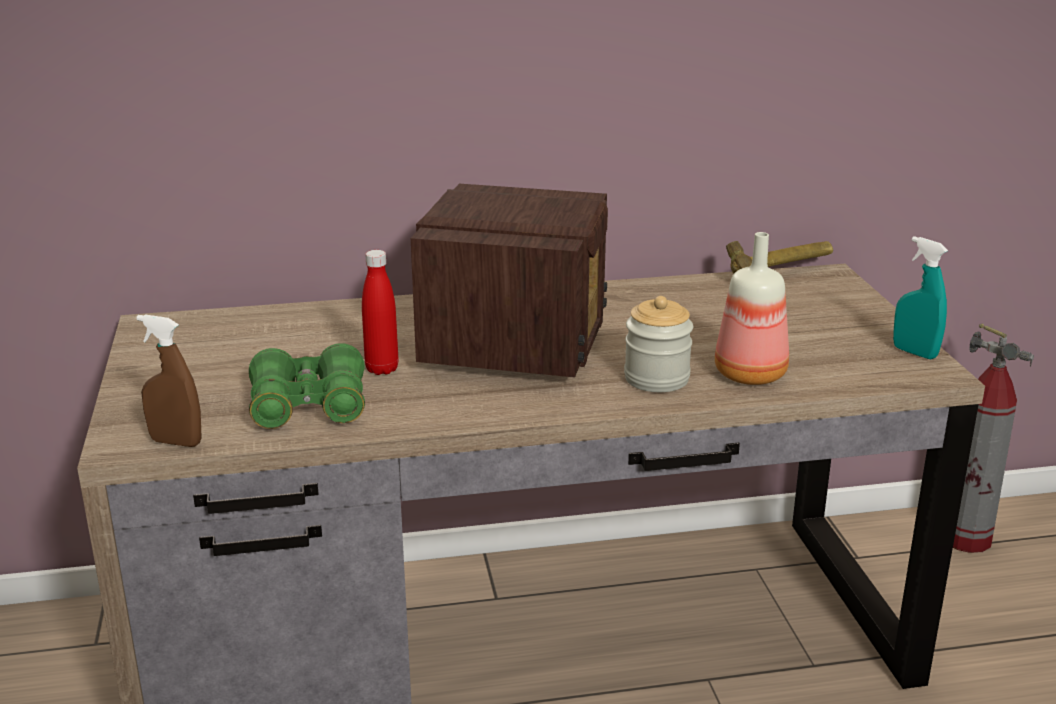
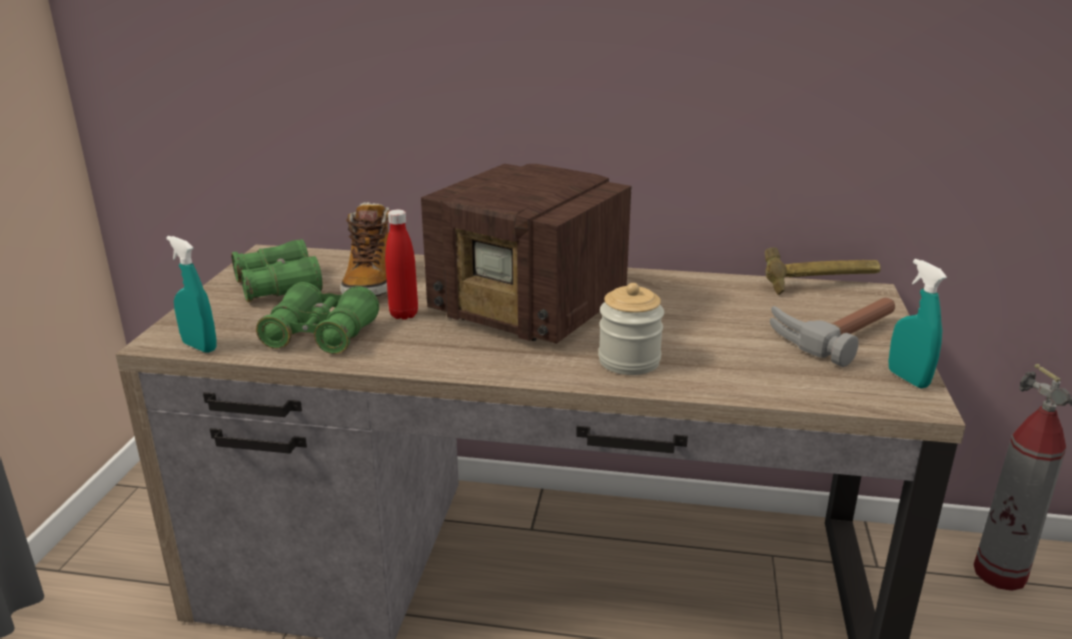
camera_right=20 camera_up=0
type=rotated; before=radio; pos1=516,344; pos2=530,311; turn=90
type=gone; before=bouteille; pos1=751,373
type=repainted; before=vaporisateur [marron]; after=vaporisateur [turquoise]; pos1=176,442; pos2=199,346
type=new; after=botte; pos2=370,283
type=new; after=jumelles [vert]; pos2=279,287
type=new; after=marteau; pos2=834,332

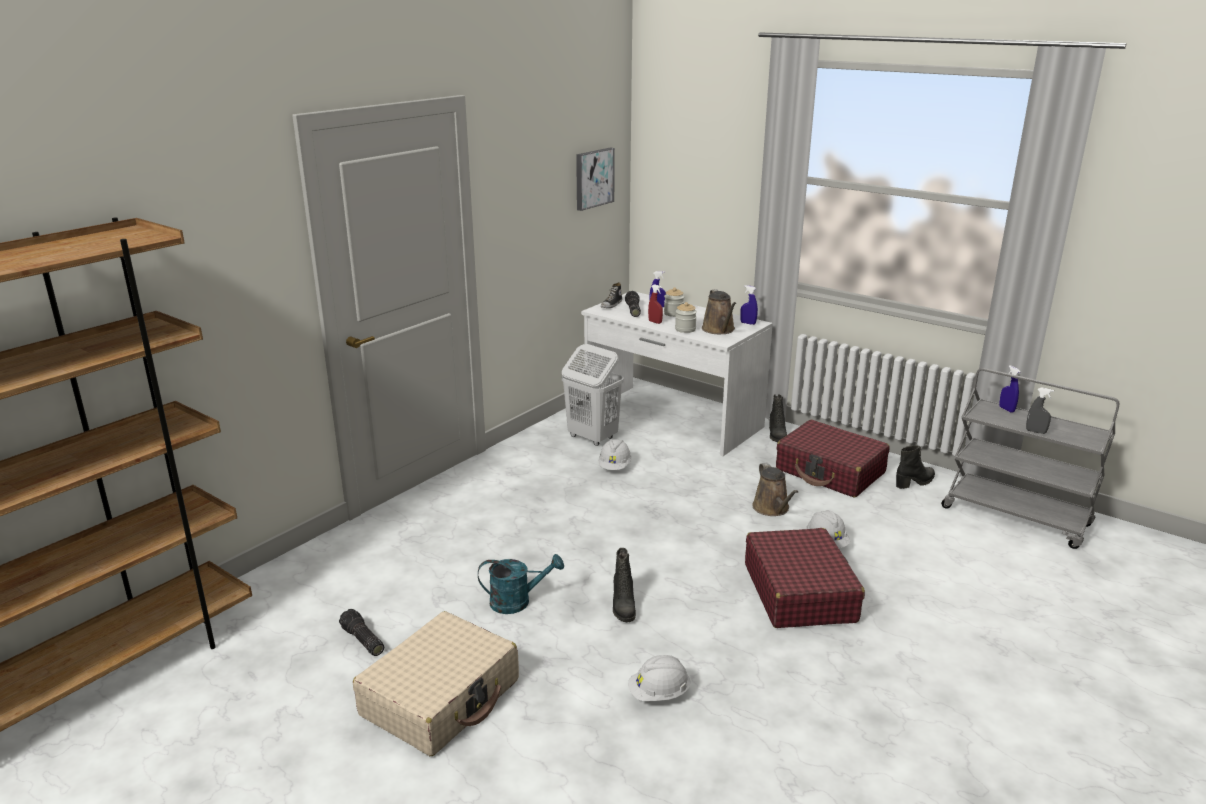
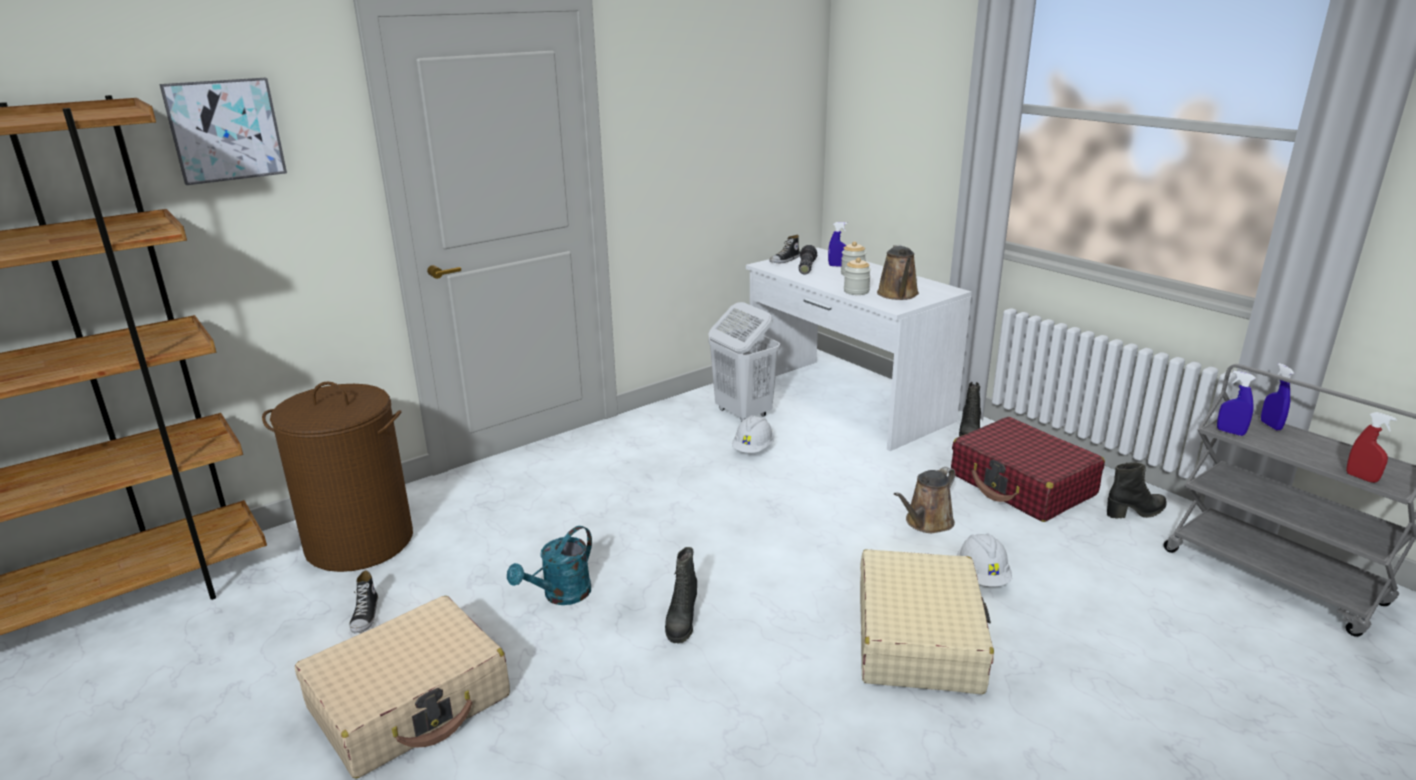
camera_right=15 camera_up=0
type=shifted; before=tableau; pos1=593,178; pos2=225,130
type=shifted; before=vaporisateur [rouge]; pos1=655,322; pos2=1361,478
type=shifted; before=vaporisateur [bleu]; pos1=748,323; pos2=1230,432
type=gone; before=vaporisateur [gris]; pos1=1035,432
type=rotated; before=arrosoir [marron]; pos1=772,509; pos2=926,523; turn=45
type=repainted; before=valise [rouge]; after=valise [beige]; pos1=799,592; pos2=918,638
type=rotated; before=arrosoir [turquoise]; pos1=517,601; pos2=561,596; turn=120
type=swapped; before=lampe de poche; after=chaussure; pos1=362,640; pos2=365,615
type=gone; before=casque de chantier [blanc]; pos1=659,694
type=new; after=panier à linge [marron]; pos2=359,542

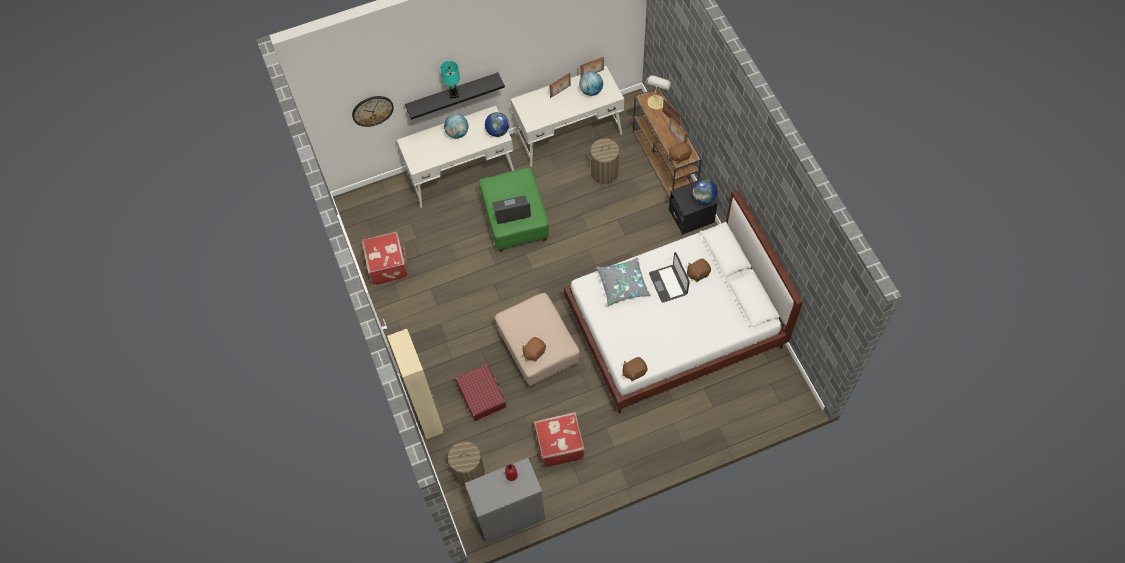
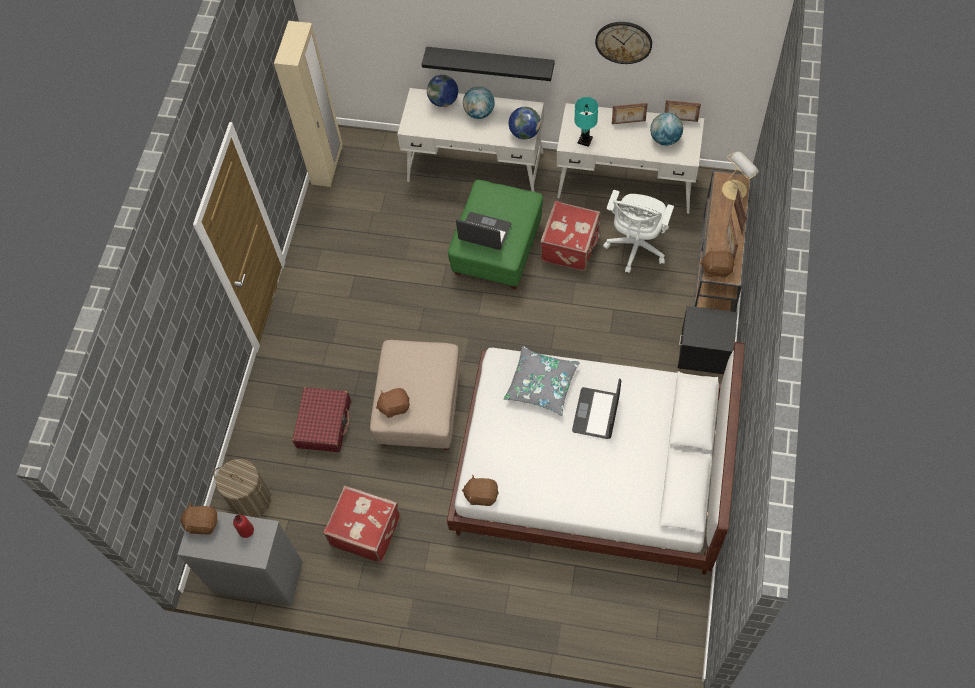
camera_right=35 camera_up=0
type=shifted; before=lampe de table [turquoise]; pos1=454,94; pos2=585,140
type=shifted; before=horloge murale; pos1=372,110; pos2=623,42
type=swapped; before=panier à linge; after=chaise de bureau [blanc]; pos1=604,173; pos2=636,248
type=shifted; before=globe; pos1=704,198; pos2=443,101
type=shifted; before=valise [rouge]; pos1=388,265; pos2=571,246
type=shifted; before=peluche [marron]; pos1=697,273; pos2=202,523
type=shifted; before=armoire [beige]; pos1=428,417; pos2=327,165

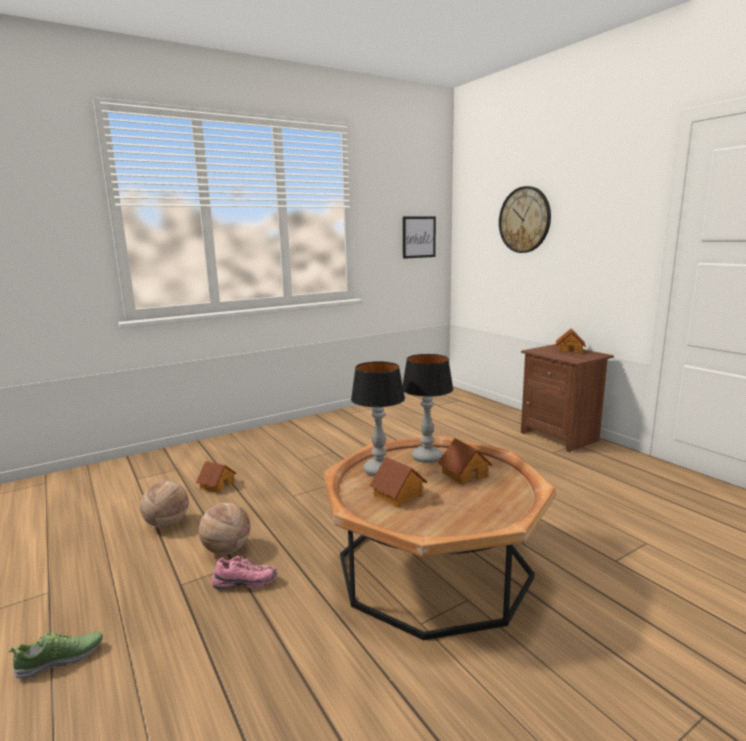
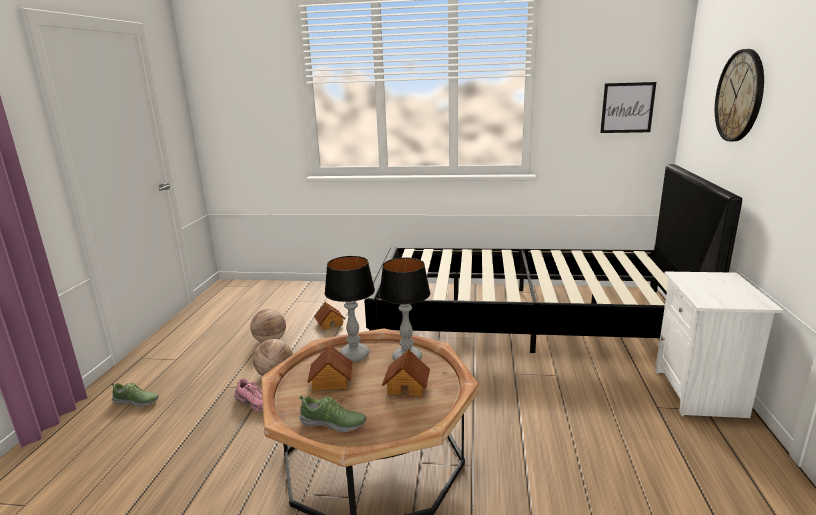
camera_right=40 camera_up=5
type=gone; before=maison miniature; pos1=570,350
type=repainted; before=table de chevet [marron]; after=table de chevet [blanc]; pos1=560,436; pos2=701,393
type=new; after=lit [noir]; pos2=526,320
type=new; after=chaussure; pos2=333,423

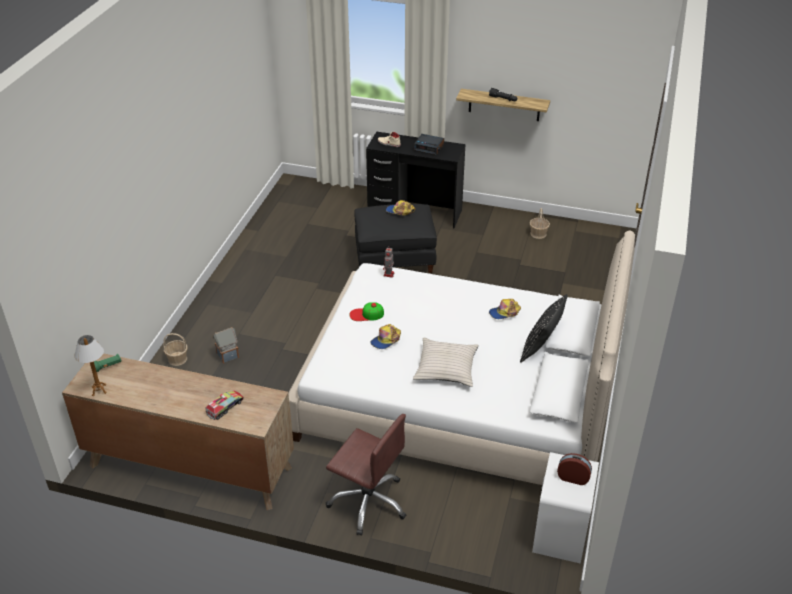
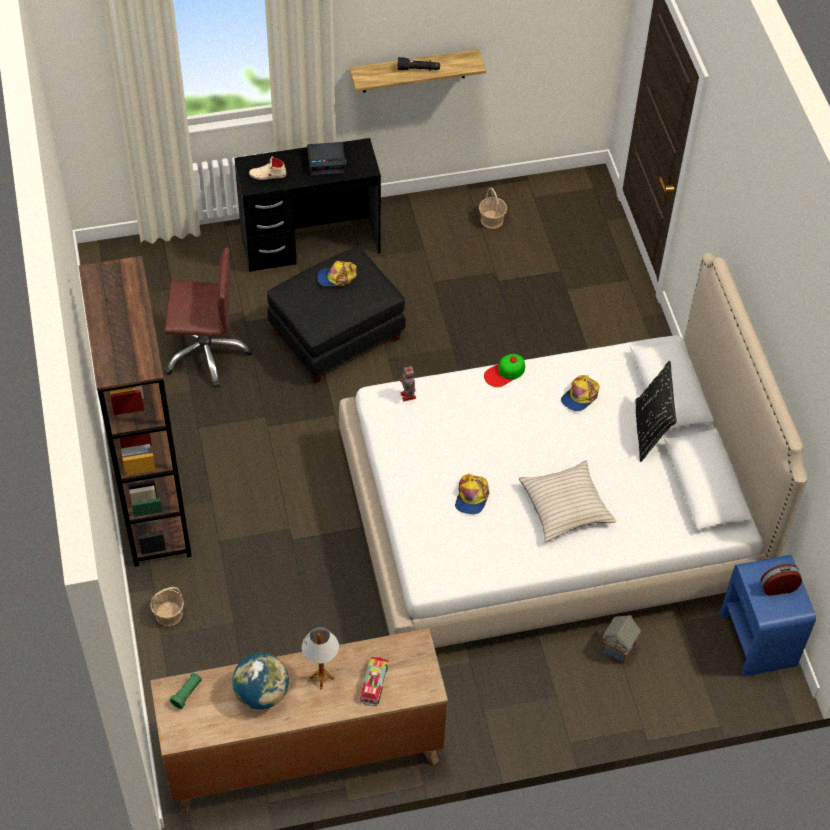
camera_right=-30 camera_up=15
type=shifted; before=casquette; pos1=366,314; pos2=504,372
type=shifted; before=maison miniature; pos1=227,355; pos2=618,649
type=shifted; before=lampe de table; pos1=99,390; pos2=322,678
type=shifted; before=chaise de bureau [marron]; pos1=368,501; pos2=206,352
type=repainted; before=table de chevet [blanc]; after=table de chevet [bleu]; pos1=560,533; pos2=758,639
type=new; after=bibliothèque [marron]; pos2=153,503
type=new; after=globe; pos2=262,693

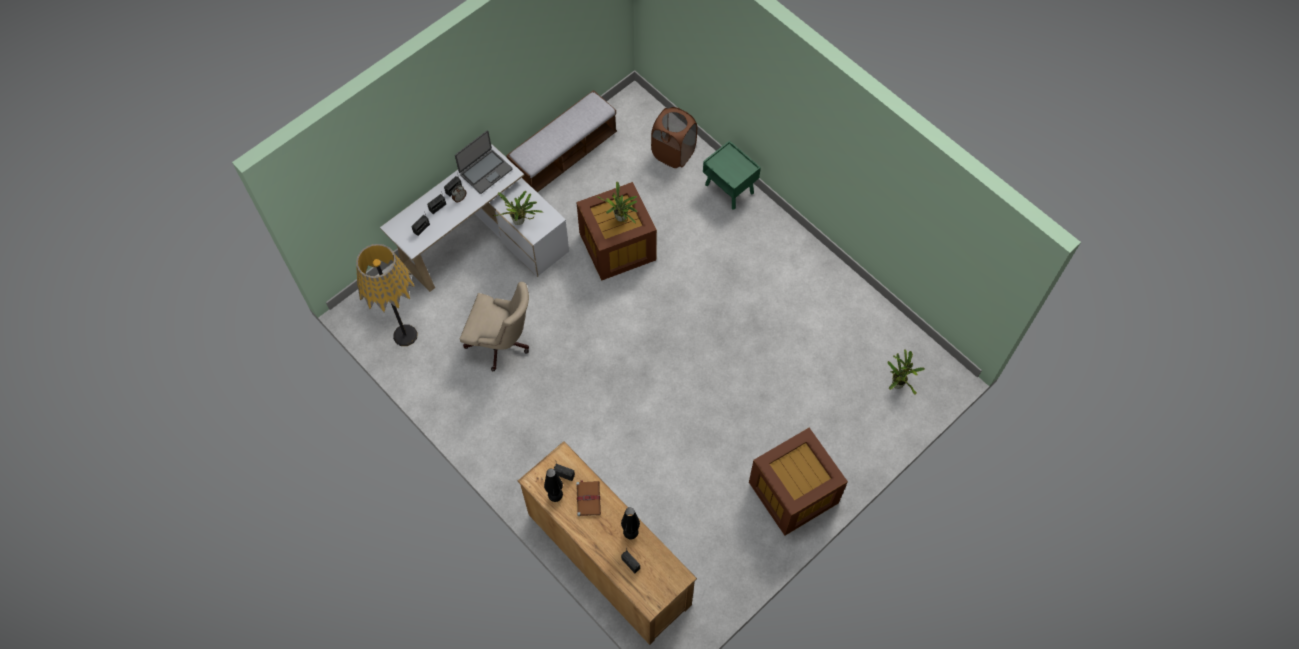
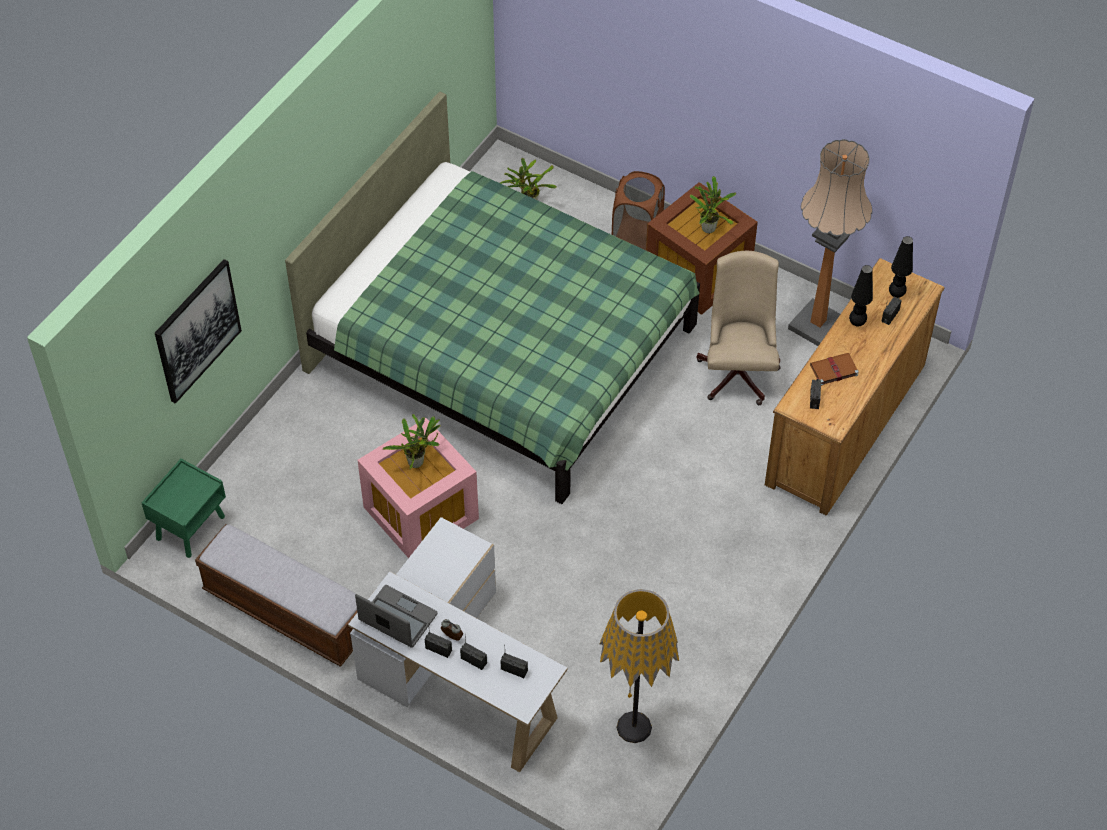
camera_right=-105 camera_up=-10
type=shifted; before=panier à linge [marron]; pos1=673,153; pos2=636,237
type=shifted; before=table de chevet [vert]; pos1=730,189; pos2=191,527
type=repainted; before=boîte de rangement [marron]; after=boîte de rangement [rose]; pos1=616,246; pos2=420,514
type=shifted; before=plante en pot; pos1=520,222; pos2=709,227
type=shifted; before=chaise de bureau [beige]; pos1=502,343; pos2=738,370
type=shifted; before=lampe de table [noir]; pos1=556,496; pos2=896,294
type=new; after=lit [vert]; pos2=502,349
type=new; after=lampadaire; pos2=817,325
type=new; after=tableau; pos2=197,330

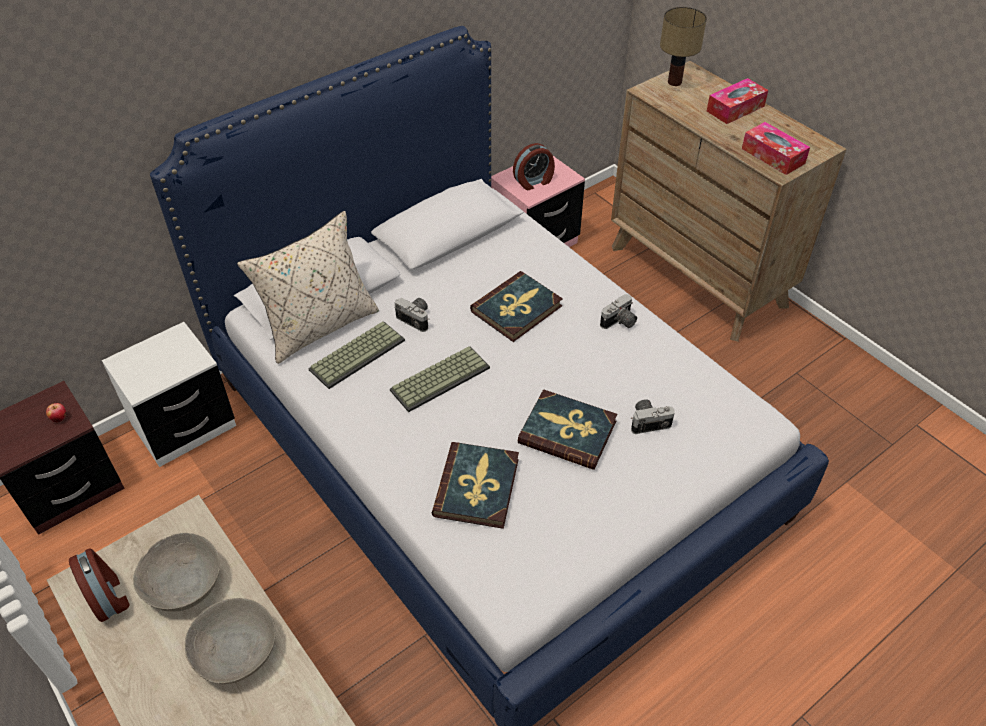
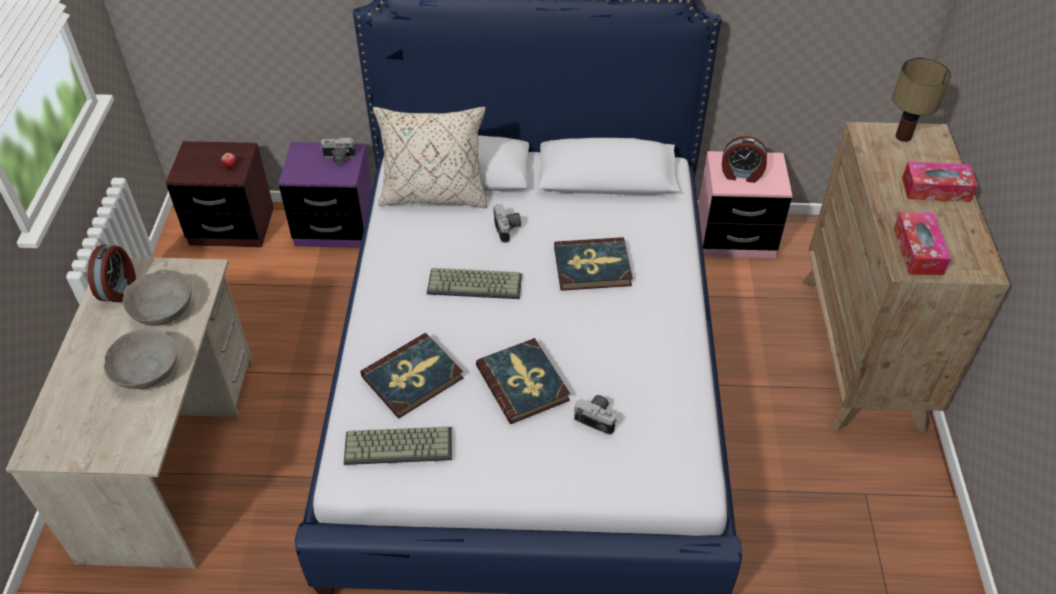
camera_right=40 camera_up=0
type=shifted; before=appareil photo; pos1=619,322; pos2=338,158
type=shifted; before=clavier; pos1=357,353; pos2=399,445
type=repainted; before=table de chevet [blanc]; after=table de chevet [violet]; pos1=184,426; pos2=335,227

